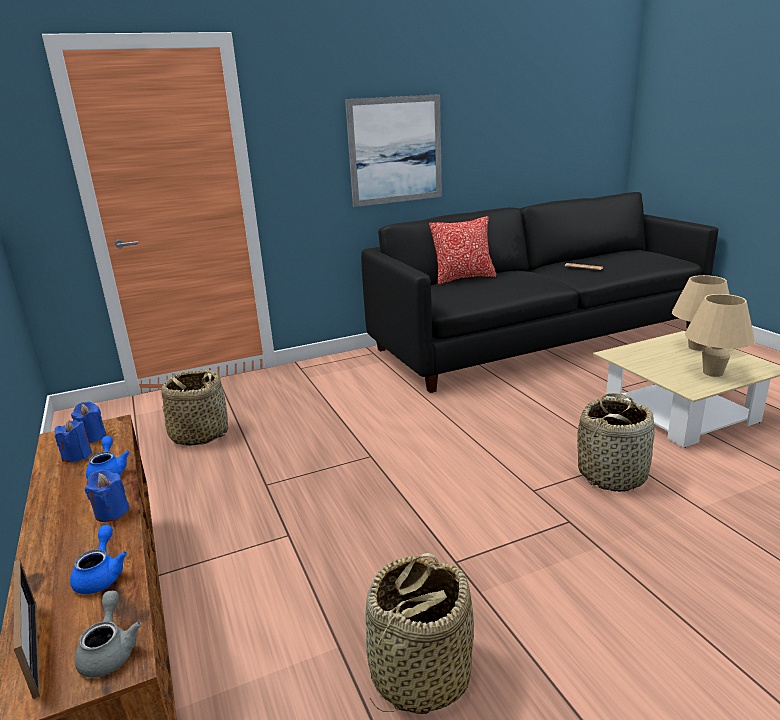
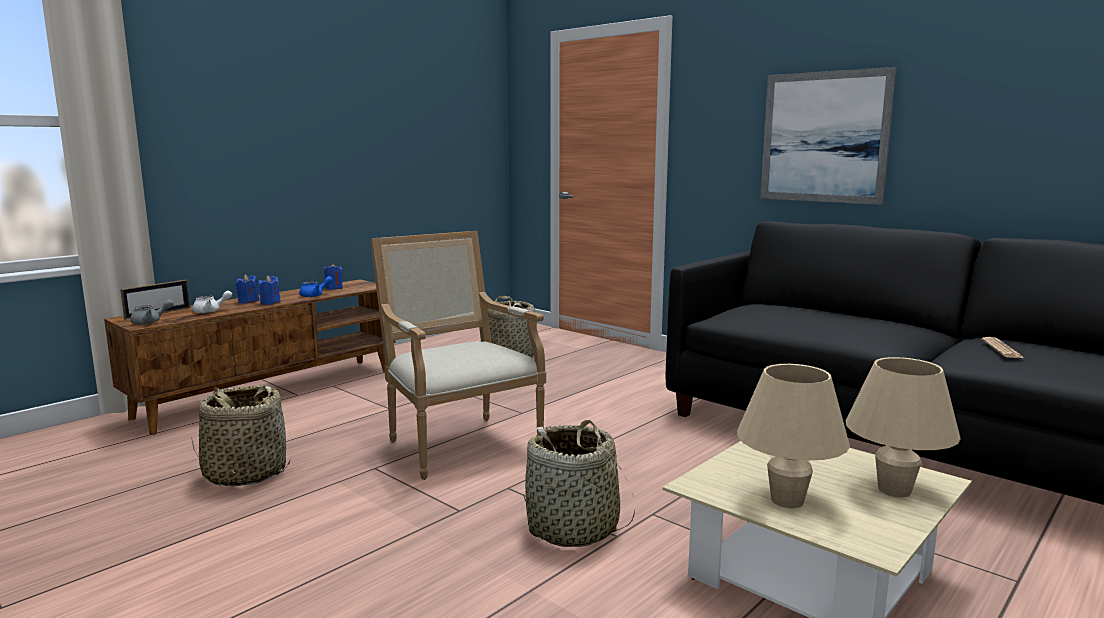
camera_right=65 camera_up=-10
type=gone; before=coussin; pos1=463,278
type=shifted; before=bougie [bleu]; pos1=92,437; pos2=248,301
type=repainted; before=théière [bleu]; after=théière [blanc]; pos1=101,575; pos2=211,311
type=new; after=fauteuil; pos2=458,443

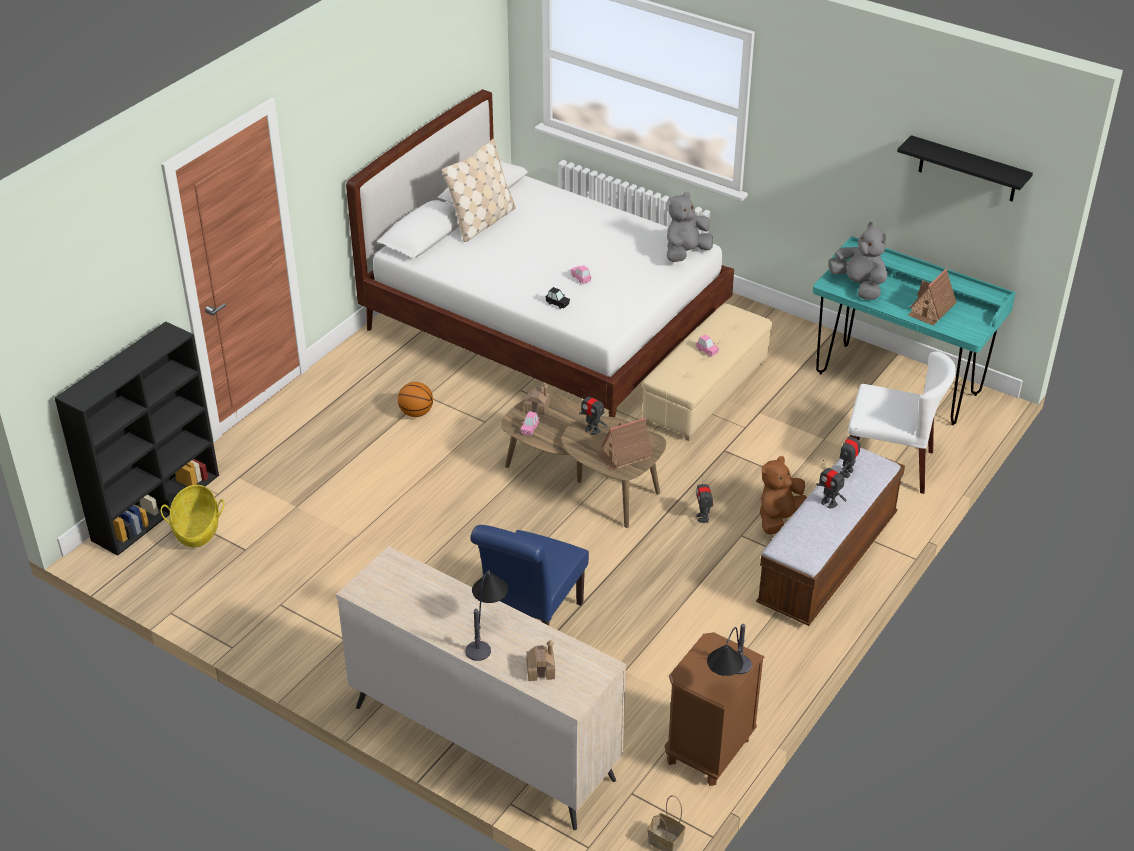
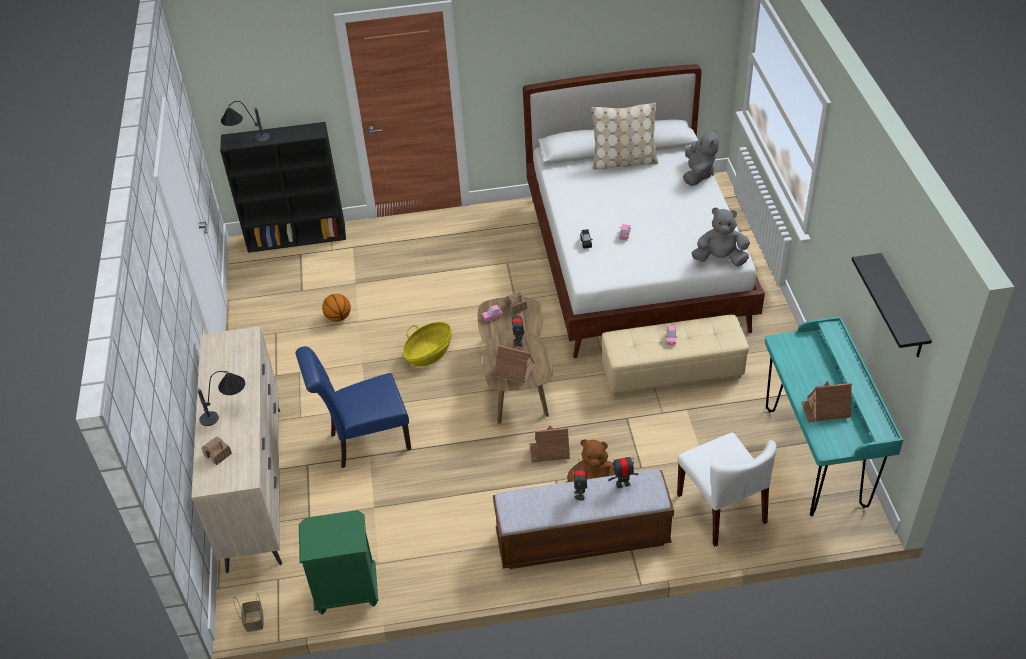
camera_right=50 camera_up=5
type=shifted; before=peluche [gris]; pos1=859,286; pos2=698,174
type=shifted; before=ballon de basket; pos1=416,413; pos2=338,317
type=swapped; before=robot jouet; after=maison miniature; pos1=703,517; pos2=549,451
type=shifted; before=panier; pos1=197,529; pos2=429,353
type=shifted; before=lampe de table; pos1=728,682; pos2=246,140
type=repainted; before=table de chevet [marron]; after=table de chevet [vert]; pos1=708,751; pos2=346,592

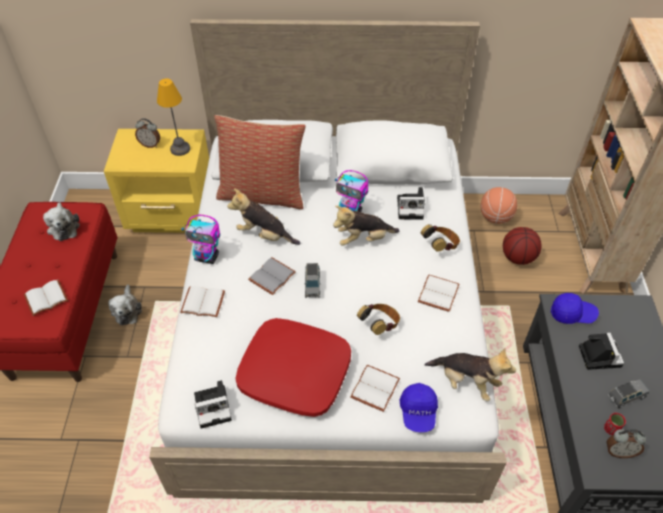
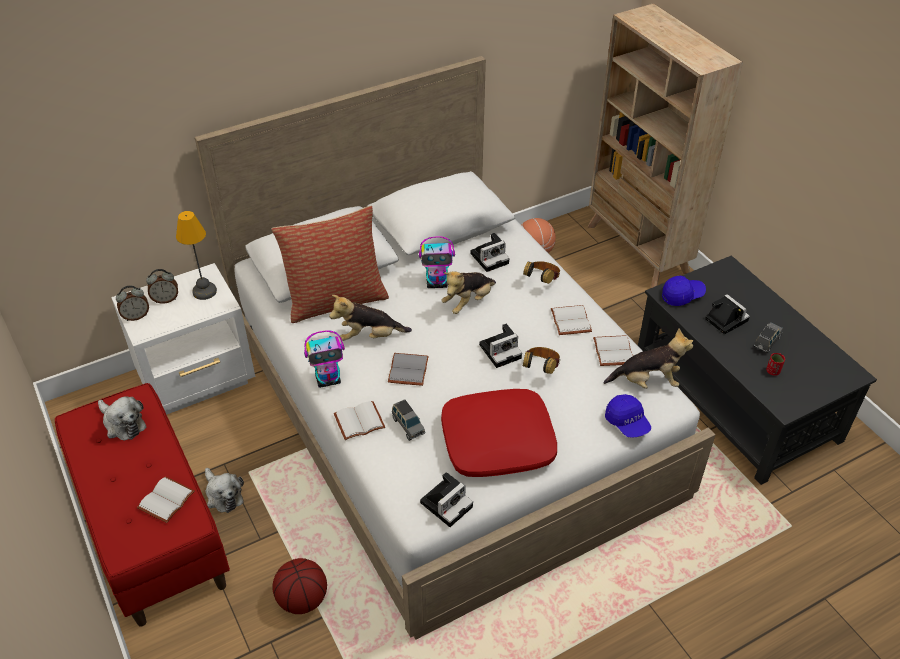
camera_right=-30 camera_up=-5
type=repainted; before=table de chevet [jaune]; after=table de chevet [blanc]; pos1=173,215; pos2=199,379
type=shifted; before=ballon de basket; pos1=517,258; pos2=302,600
type=shifted; before=petite voiture [gris]; pos1=312,285; pos2=408,426
type=shifted; before=livre [blanc]; pos1=374,387; pos2=612,351
type=shifted; before=réveil; pos1=619,451; pos2=136,316
type=new; after=appareil photo; pos2=501,350

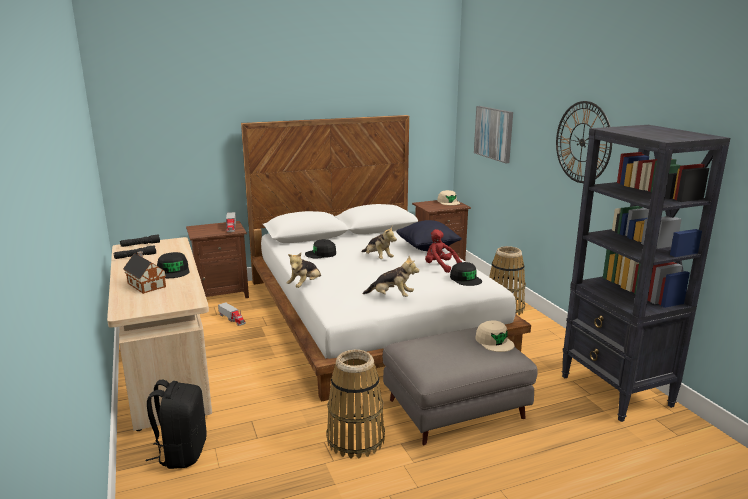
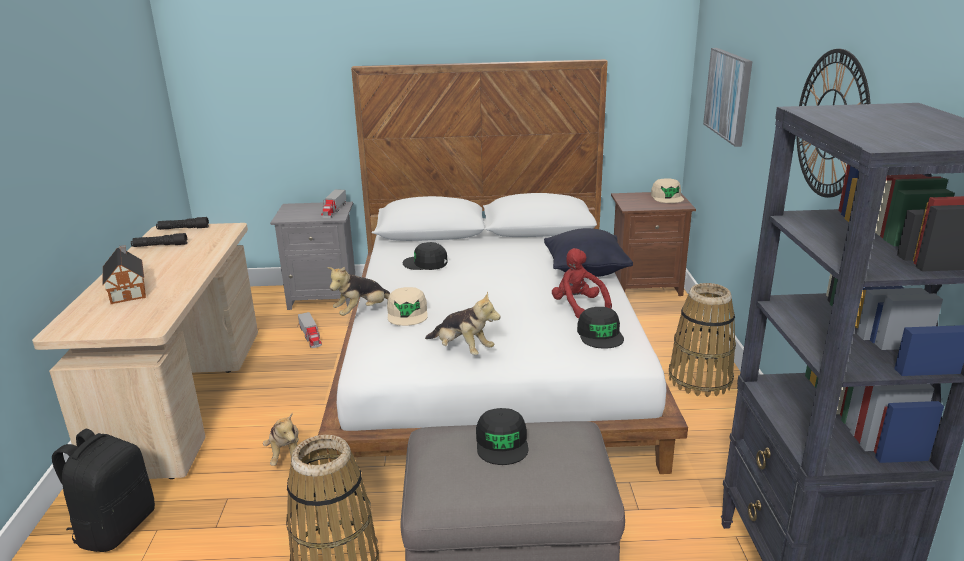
camera_right=20 camera_up=5
type=repainted; before=table de chevet [marron]; after=table de chevet [gris]; pos1=221,294; pos2=323,297
type=shifted; before=peluche; pos1=378,258; pos2=285,454
type=shifted; before=casquette [noir]; pos1=173,271; pos2=502,443
type=shifted; before=casquette [beige]; pos1=494,341; pos2=407,313

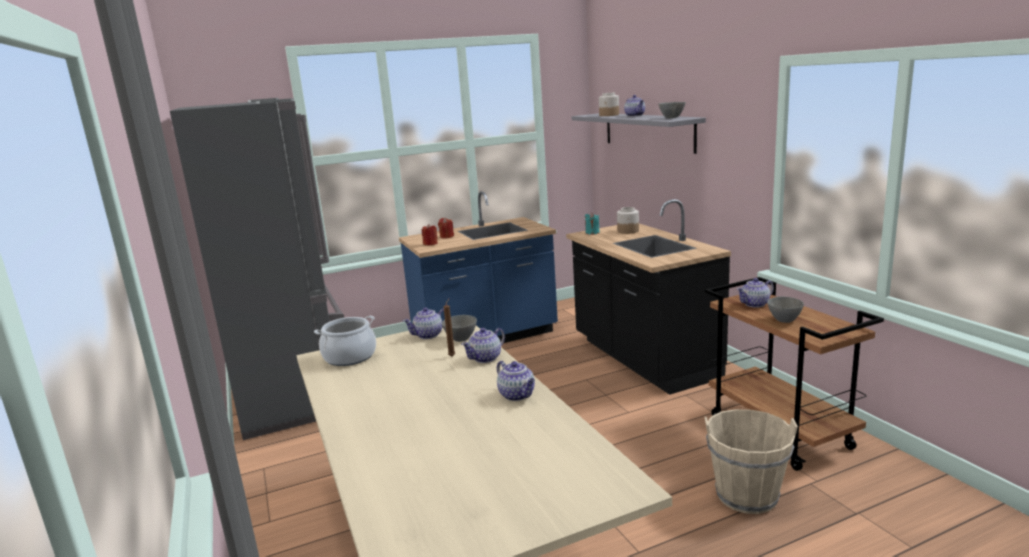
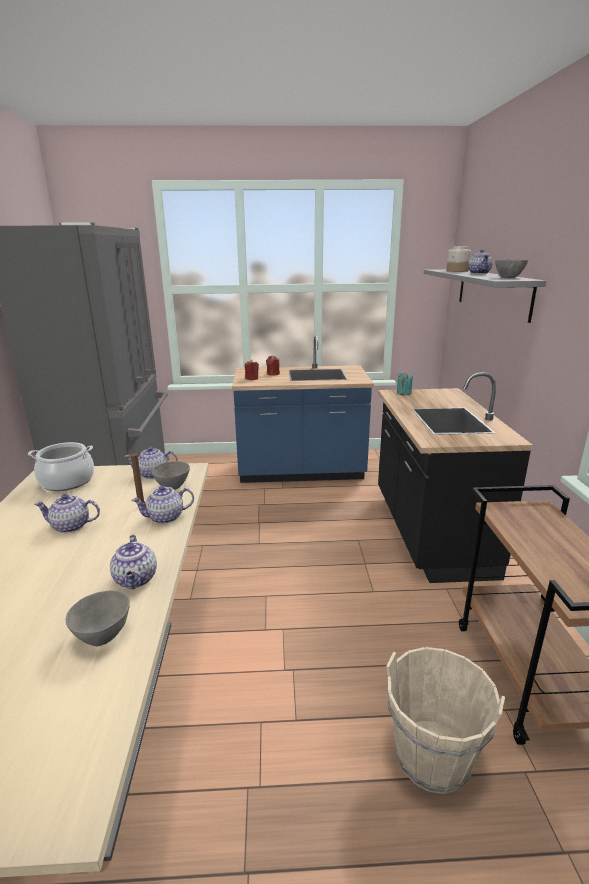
camera_right=20 camera_up=5
type=gone; before=bocal; pos1=627,231
type=shifted; before=théière; pos1=755,304; pos2=71,526
type=shifted; before=bol [gris]; pos1=783,320; pos2=103,636

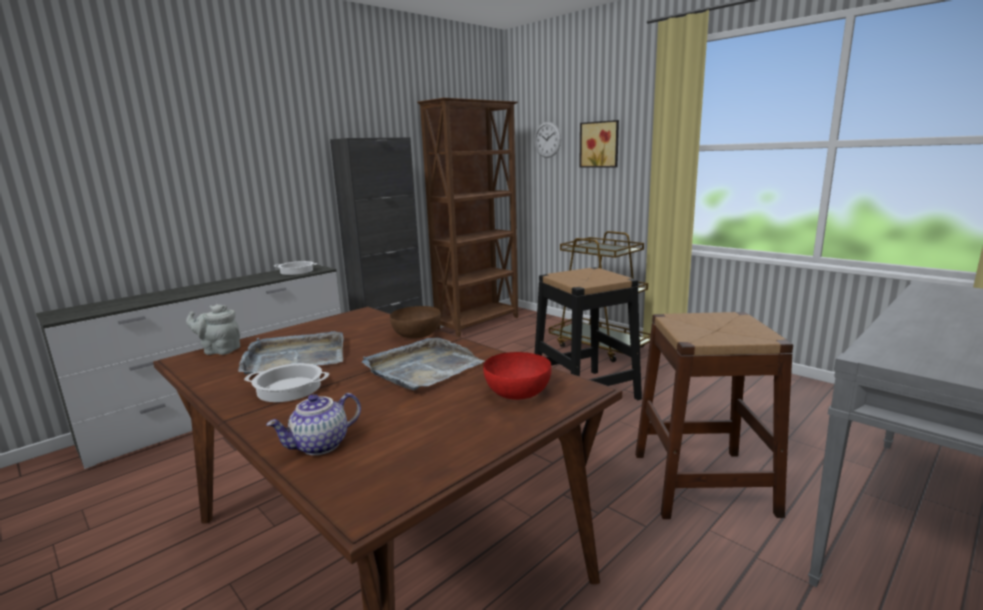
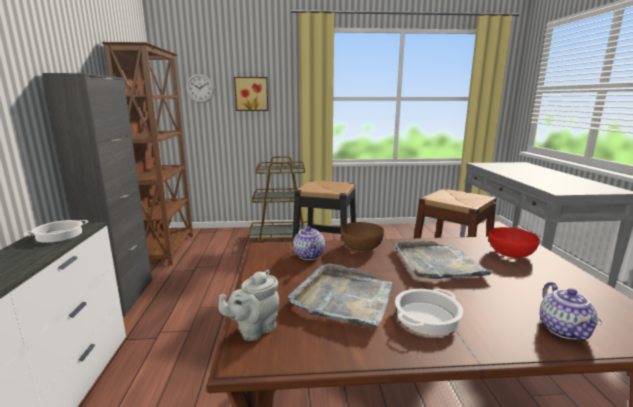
camera_right=-50 camera_up=0
type=new; after=théière; pos2=310,255

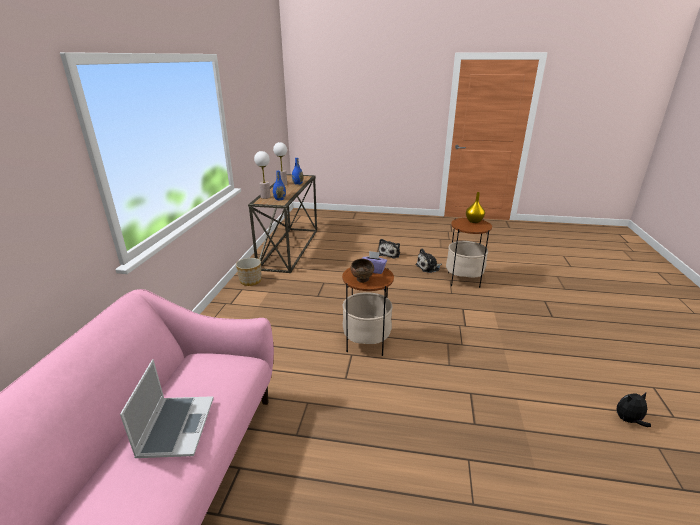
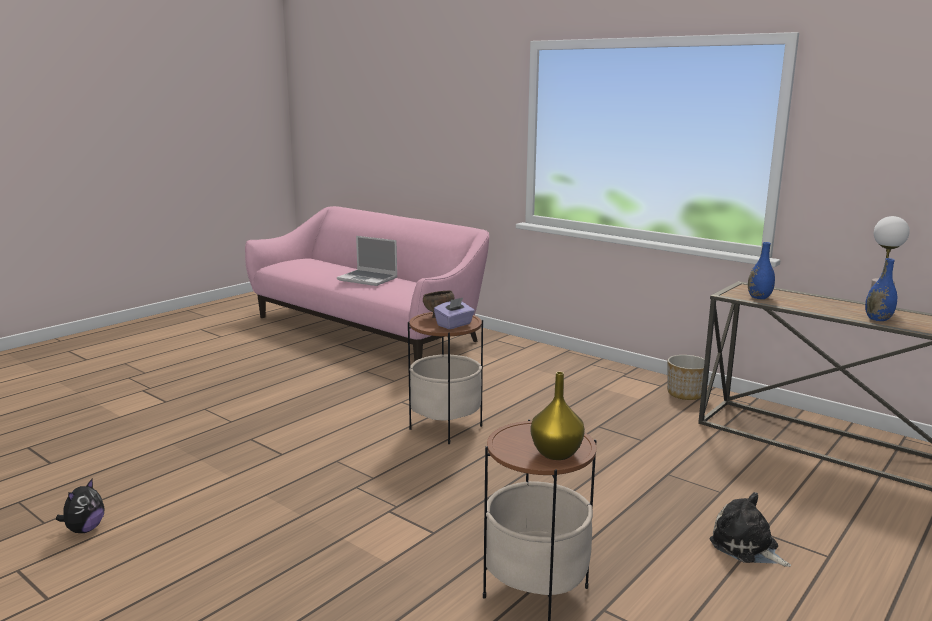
camera_right=120 camera_up=-10
type=gone; before=lampe de table; pos1=265,197
type=gone; before=peluche; pos1=428,267

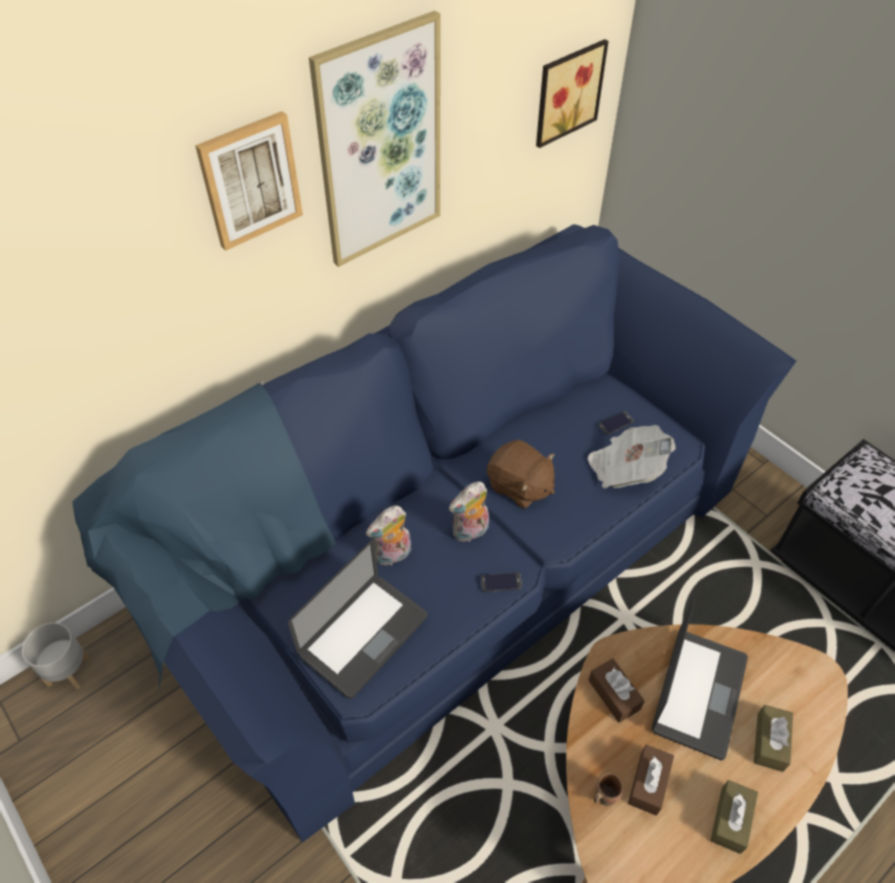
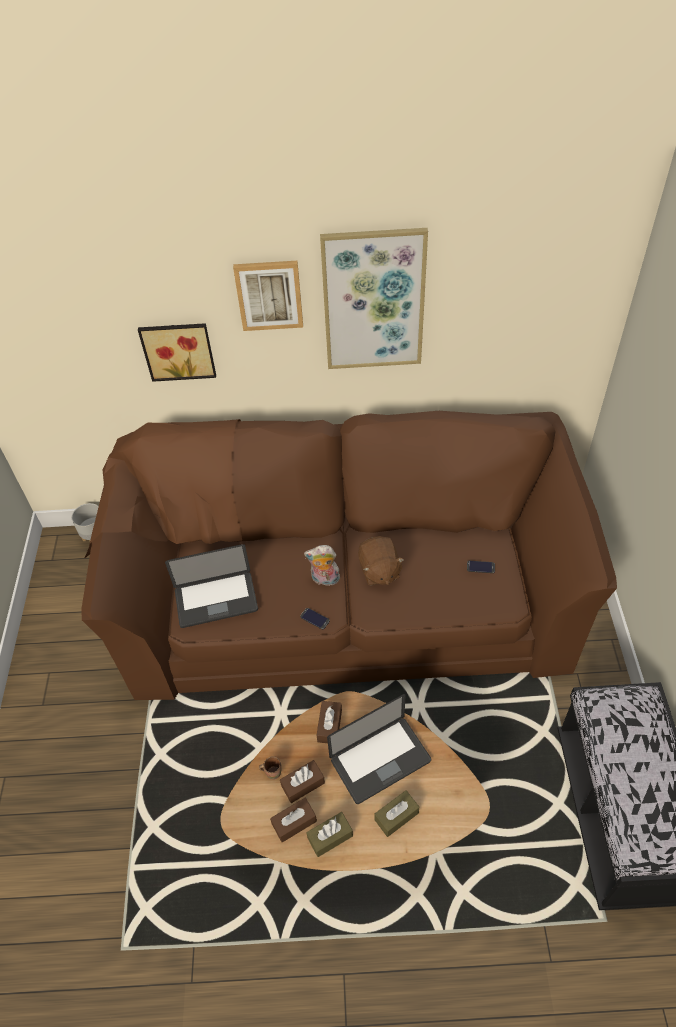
camera_right=40 camera_up=0
type=shifted; before=tableau; pos1=567,92; pos2=178,350
type=repainted; before=canapé [bleu]; after=canapé [marron]; pos1=451,551; pos2=345,597
type=gone; before=journal; pos1=625,469
type=gone; before=peluche; pos1=393,555
type=new; after=boîte à mouchoirs [marron]; pos2=294,822

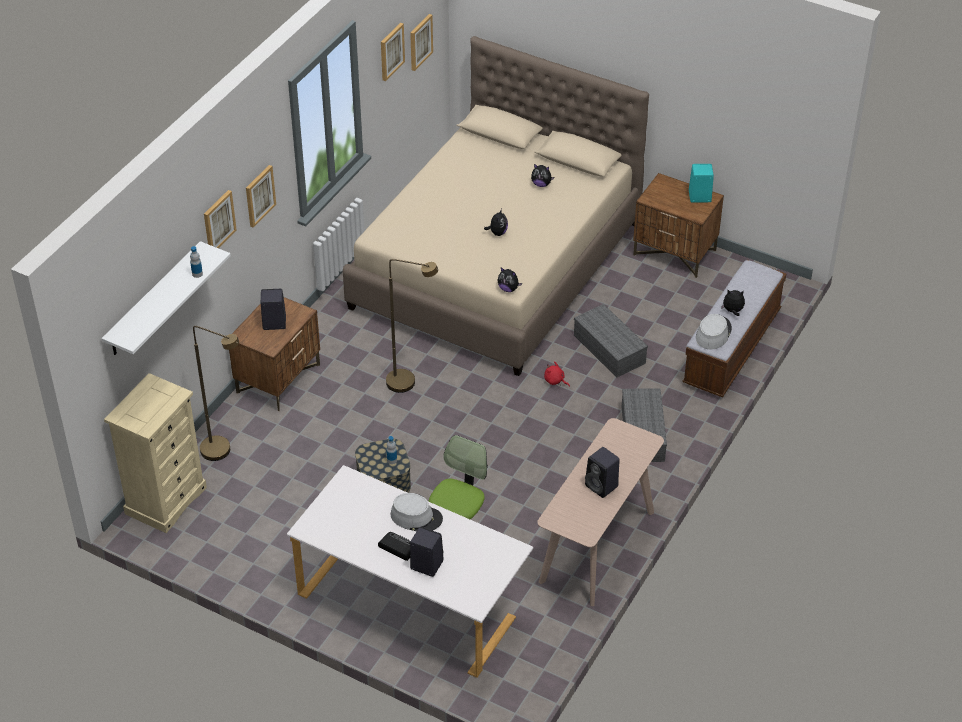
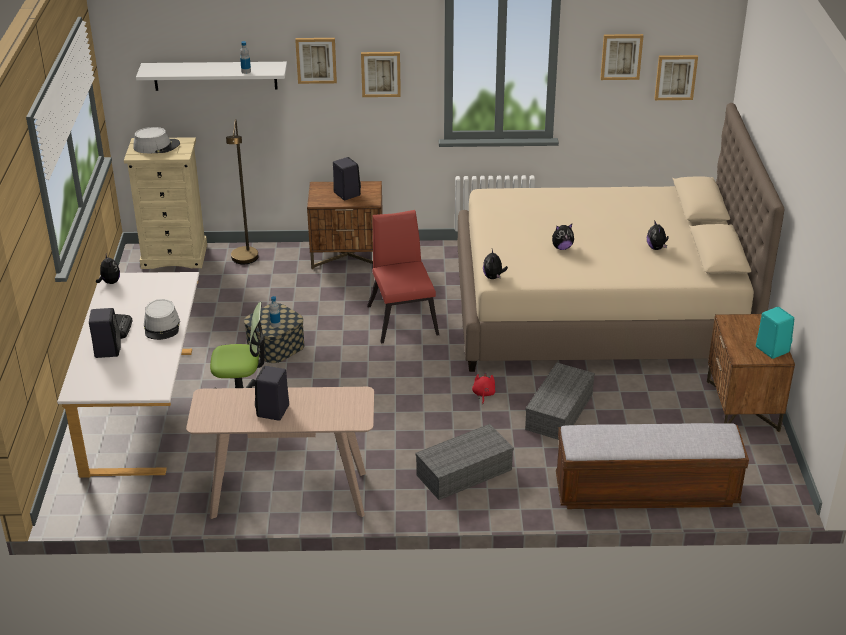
camera_right=60 camera_up=-10
type=swapped; before=lampadaire [marron]; after=chaise [rouge]; pos1=409,383; pos2=402,317
type=shifted; before=peluche; pos1=732,311; pos2=110,282
type=shifted; before=chapeau [gris]; pos1=713,333; pos2=156,146

